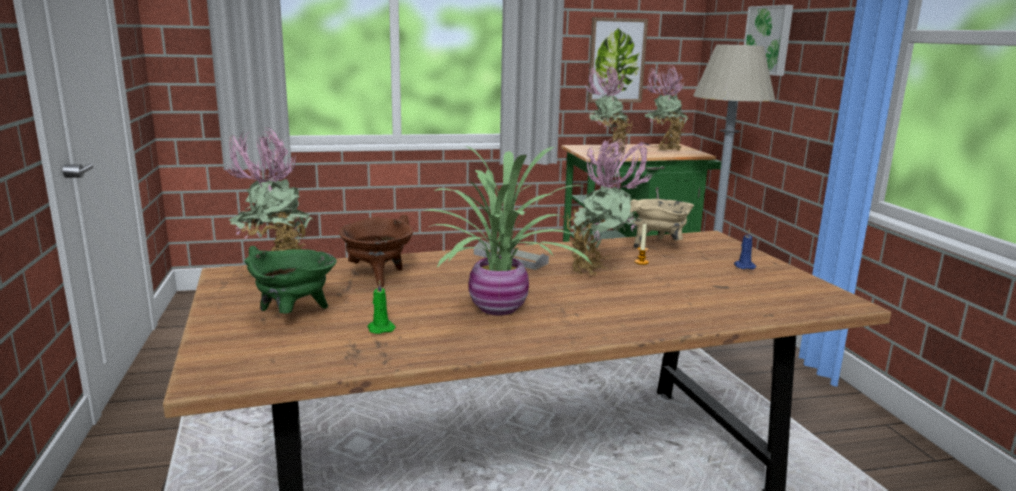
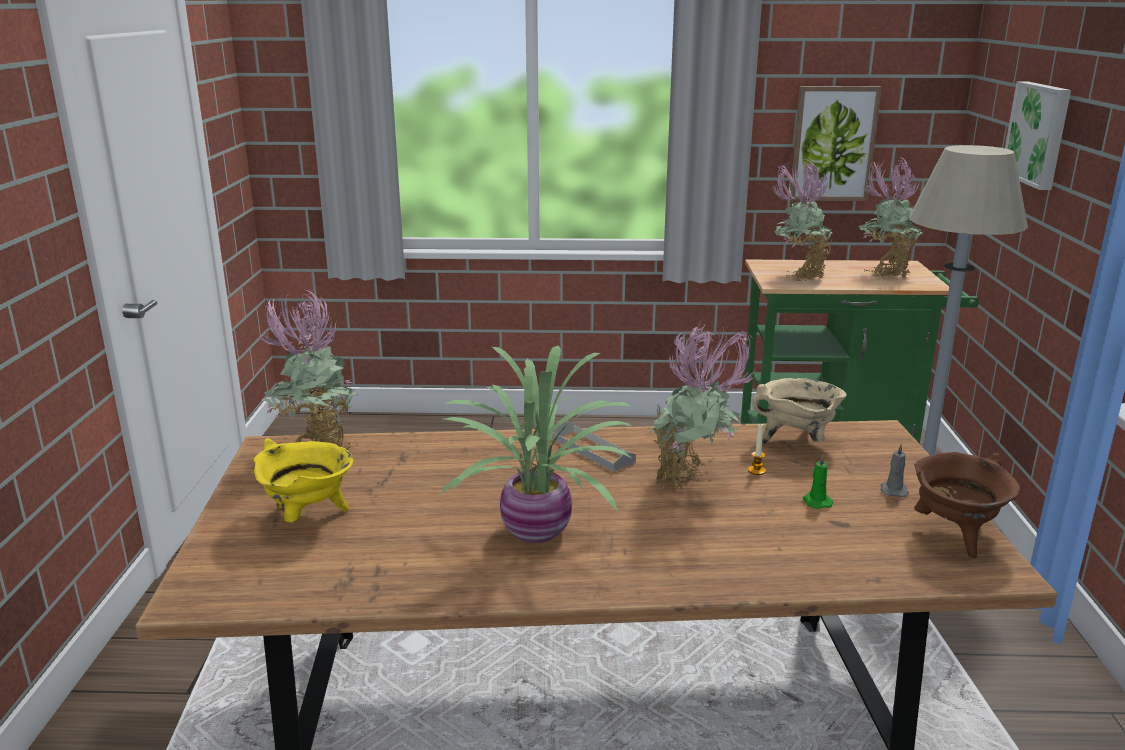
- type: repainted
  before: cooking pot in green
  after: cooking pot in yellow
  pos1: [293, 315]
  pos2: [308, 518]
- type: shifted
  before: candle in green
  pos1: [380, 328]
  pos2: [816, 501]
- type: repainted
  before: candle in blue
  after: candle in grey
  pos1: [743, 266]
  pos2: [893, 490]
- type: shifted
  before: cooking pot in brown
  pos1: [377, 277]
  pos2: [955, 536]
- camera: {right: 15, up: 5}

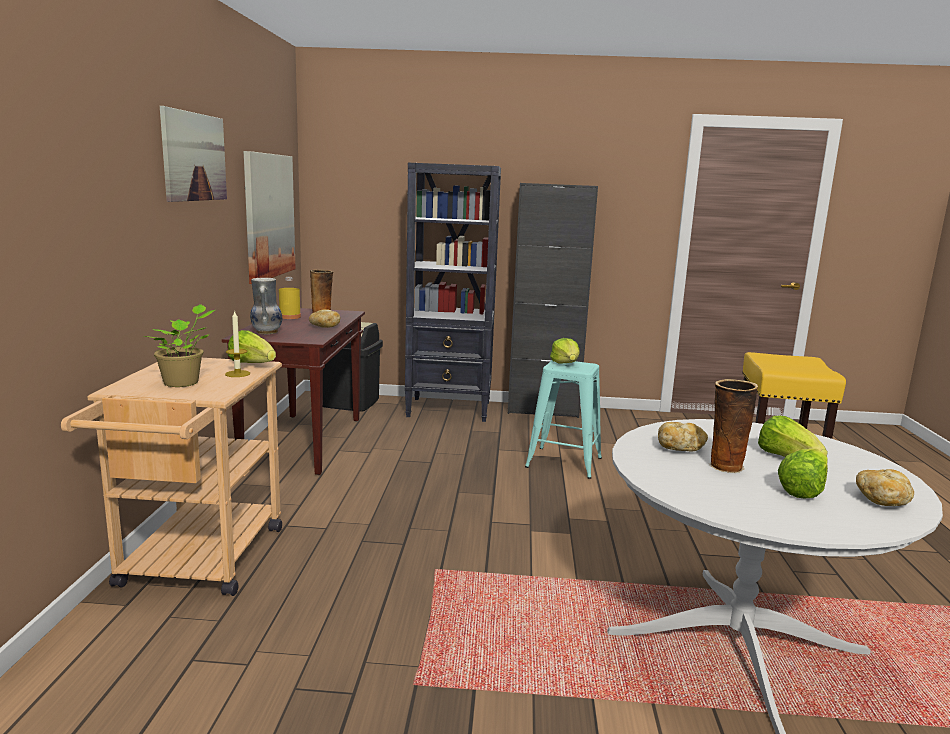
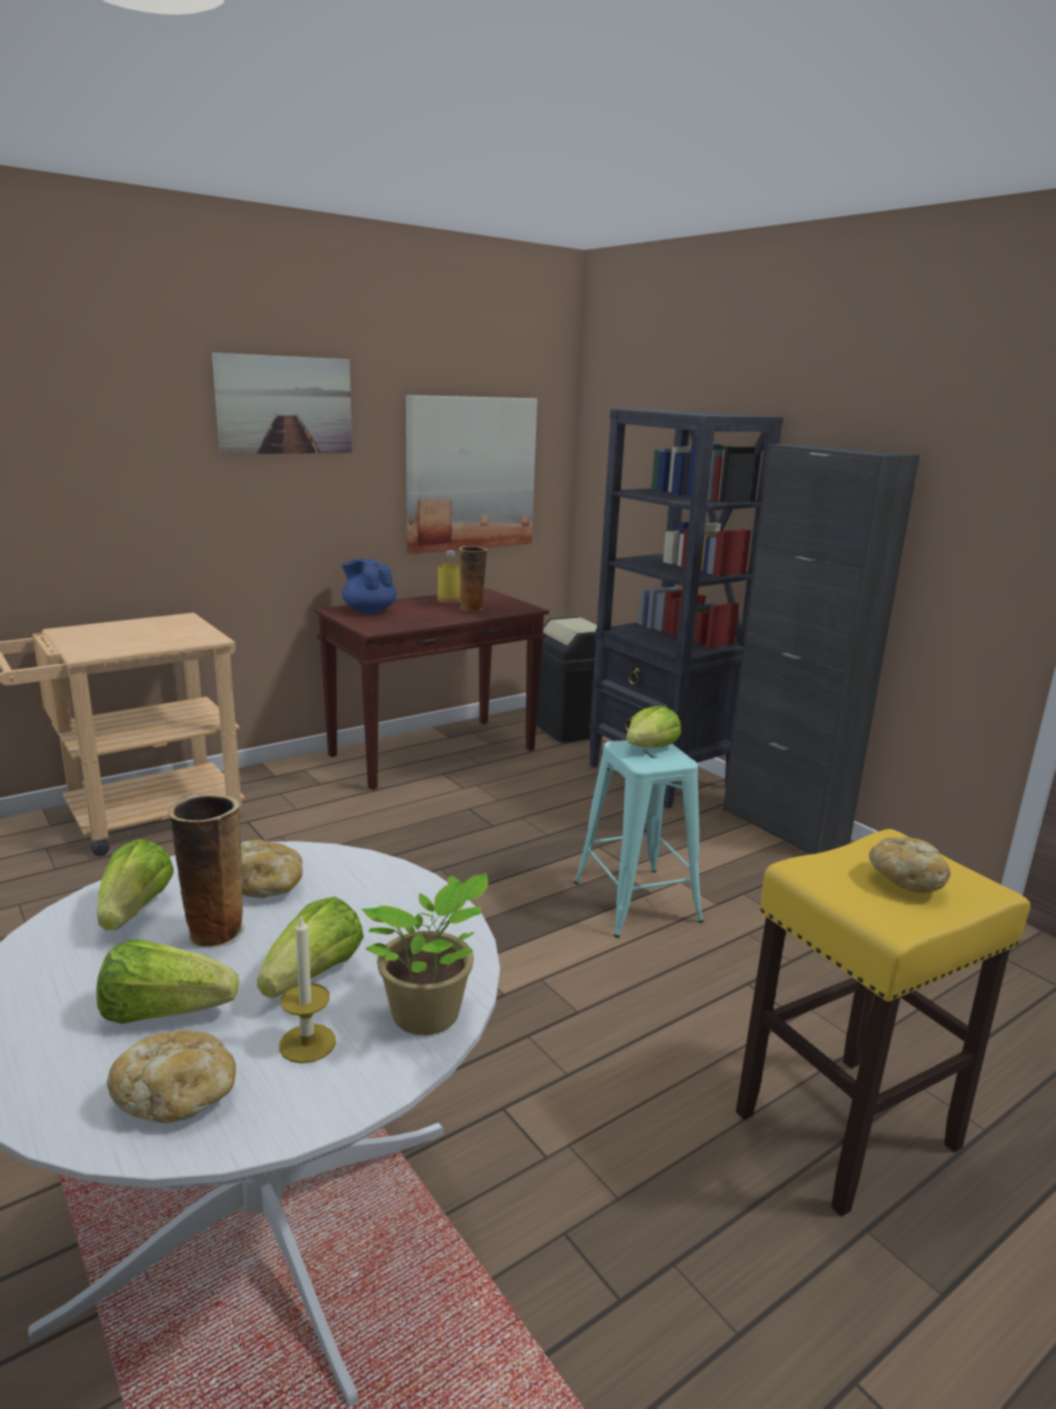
- type: shifted
  before: lettuce
  pos1: [252, 364]
  pos2: [135, 911]
- type: shifted
  before: candle
  pos1: [237, 374]
  pos2: [307, 1043]
- type: swapped
  before: vase
  after: teapot in blue
  pos1: [266, 332]
  pos2: [369, 611]
- type: shifted
  before: potted plant
  pos1: [184, 383]
  pos2: [429, 1017]
- type: shifted
  before: bread
  pos1: [324, 326]
  pos2: [904, 880]
- camera: {right: 50, up: 5}

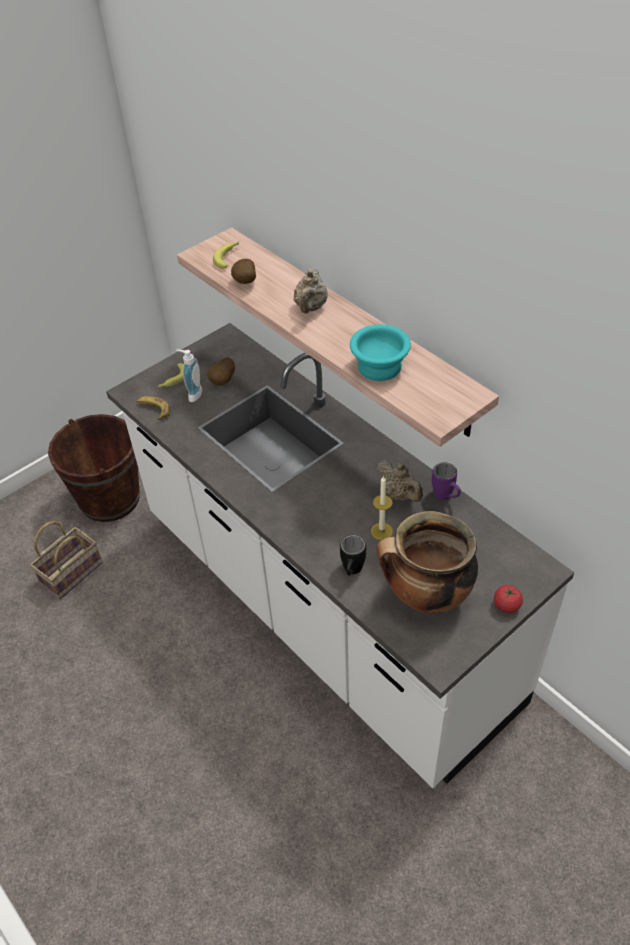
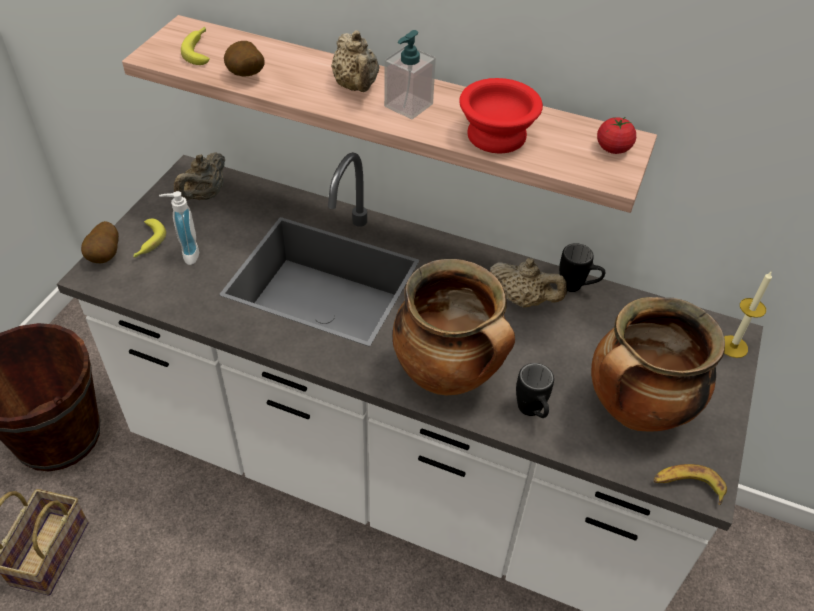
- type: shifted
  before: potato
  pos1: [223, 381]
  pos2: [106, 256]
- type: new
  after: teapot in beige
  pos2: [205, 195]
- type: new
  after: soap dispenser
  pos2: [408, 105]
- type: new
  after: cooking pot
  pos2: [449, 375]
- type: repainted
  before: bowl in turquoise
  after: bowl in red
  pos1: [381, 366]
  pos2: [498, 135]
- type: repainted
  before: mug in purple
  after: mug in black
  pos1: [446, 497]
  pos2: [577, 287]
- type: shifted
  before: tomato
  pos1: [506, 605]
  pos2: [613, 148]
- type: shifted
  before: banana
  pos1: [153, 409]
  pos2: [687, 486]
- type: shifted
  before: candle
  pos1: [381, 531]
  pos2: [733, 346]
- camera: {right: -30, up: 0}

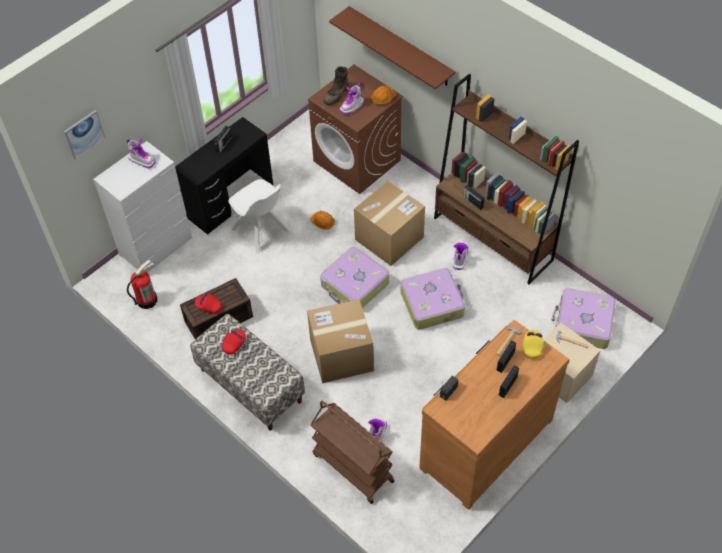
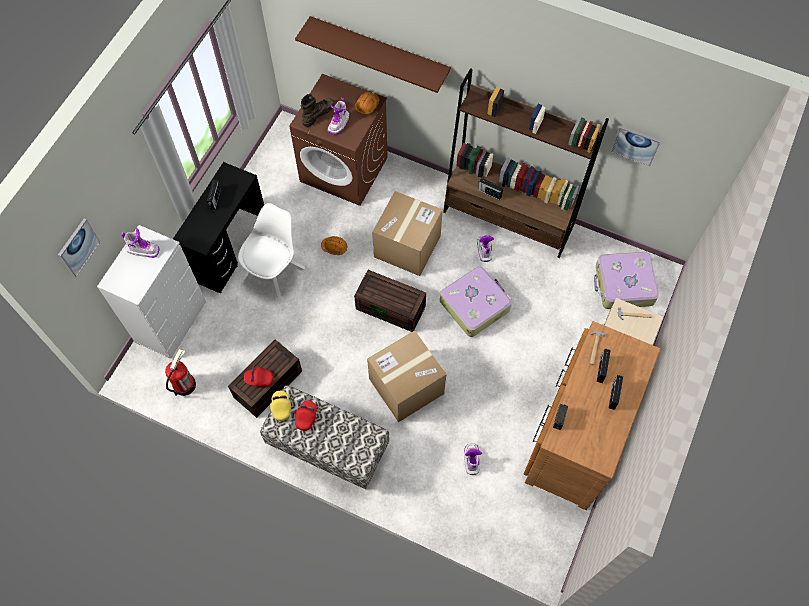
- type: rotated
  before: chair in white
  pos1: [261, 231]
  pos2: [275, 274]
  turn: -90
- type: shifted
  before: cap in yellow
  pos1: [532, 347]
  pos2: [281, 407]
- type: rotated
  before: boot in brown
  pos1: [336, 95]
  pos2: [317, 114]
  turn: -150
- type: swapped
  before: suitcase
  after: storage box in brown
  pos1: [354, 285]
  pos2: [392, 307]
- type: new
  after: picture
  pos2: [636, 145]
- type: gone
  before: cart in brown
  pos1: [352, 467]
- camera: {right: -20, up: 10}

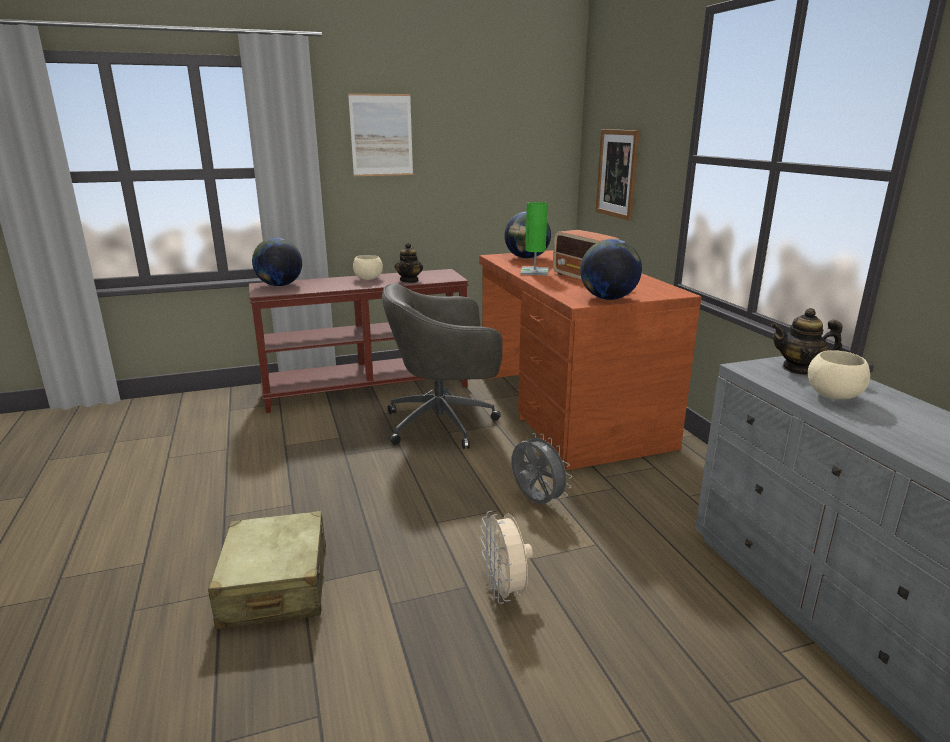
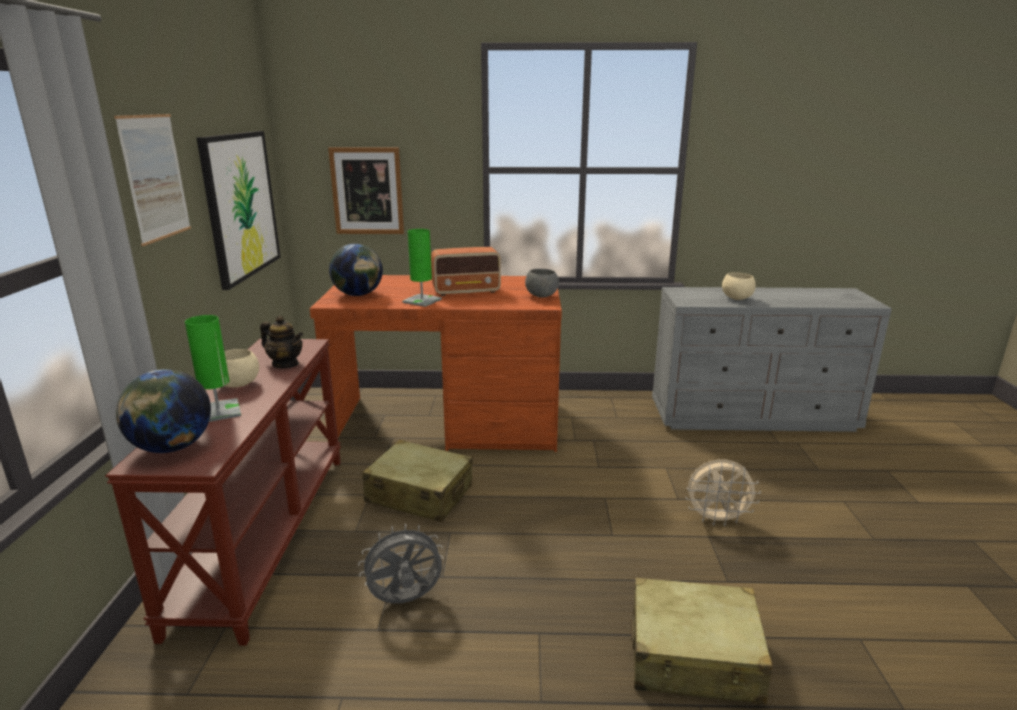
- type: new
  after: table lamp in green
  pos2: [218, 412]
- type: new
  after: picture
  pos2: [240, 205]
- type: shifted
  before: fan in grey
  pos1: [536, 501]
  pos2: [405, 601]
- type: swapped
  before: office chair in grey
  after: suitcase in beige
  pos1: [444, 423]
  pos2: [419, 494]
- type: swapped
  before: globe
  after: bowl in grey
  pos1: [608, 298]
  pos2: [541, 296]
- type: gone
  before: teapot
  pos1: [799, 369]
- camera: {right: -70, up: 0}

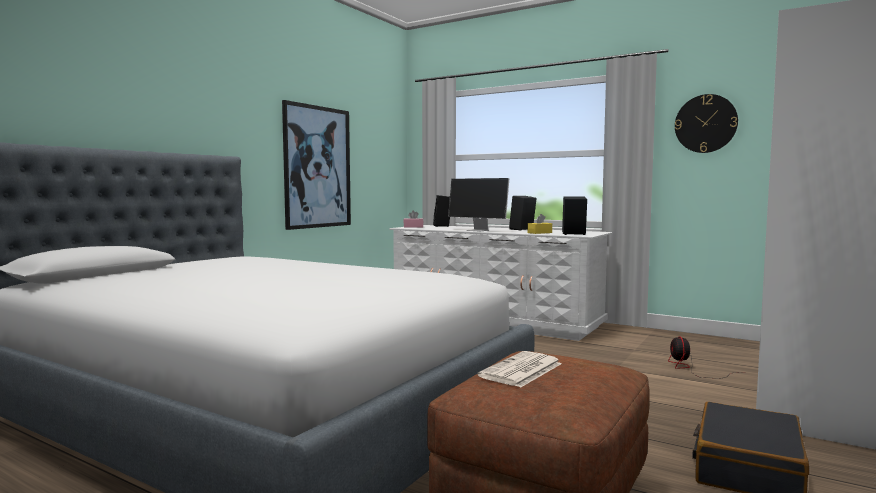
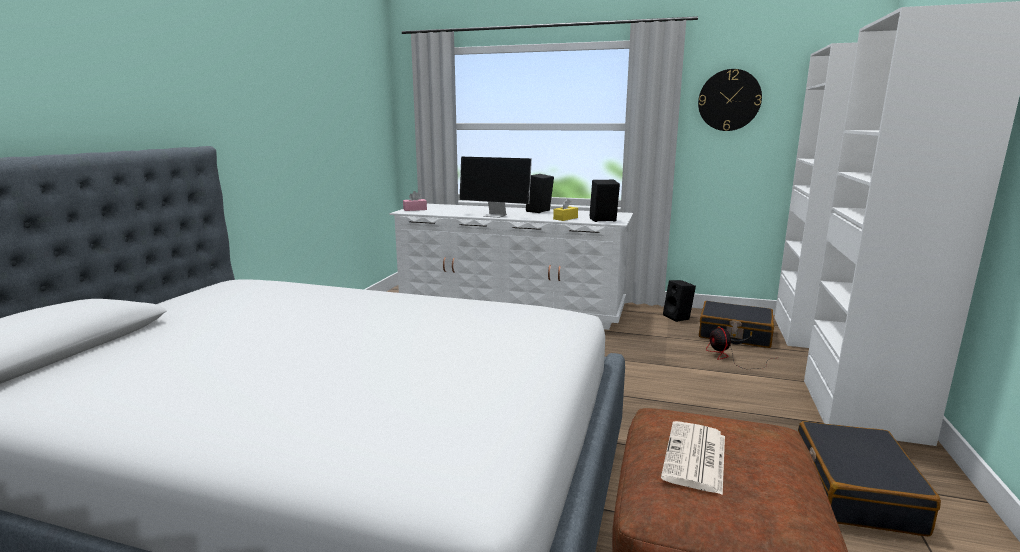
- type: shifted
  before: speaker in black
  pos1: [443, 226]
  pos2: [678, 317]
- type: new
  after: suitcase in black
  pos2: [734, 334]
- type: gone
  before: picture
  pos1: [317, 167]
- camera: {right: -15, up: 10}

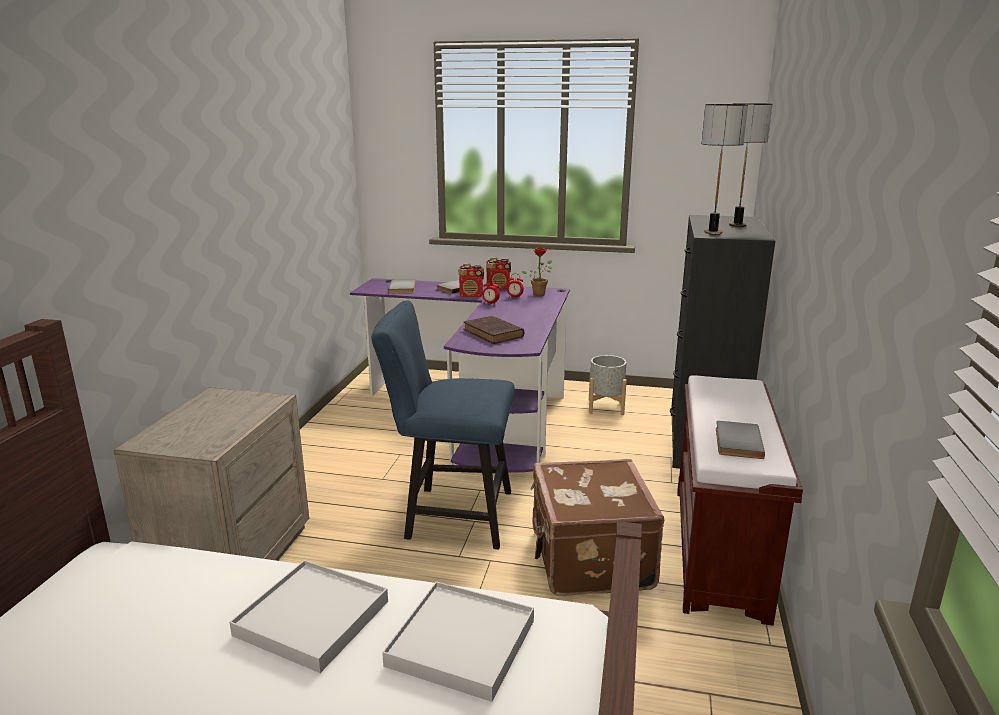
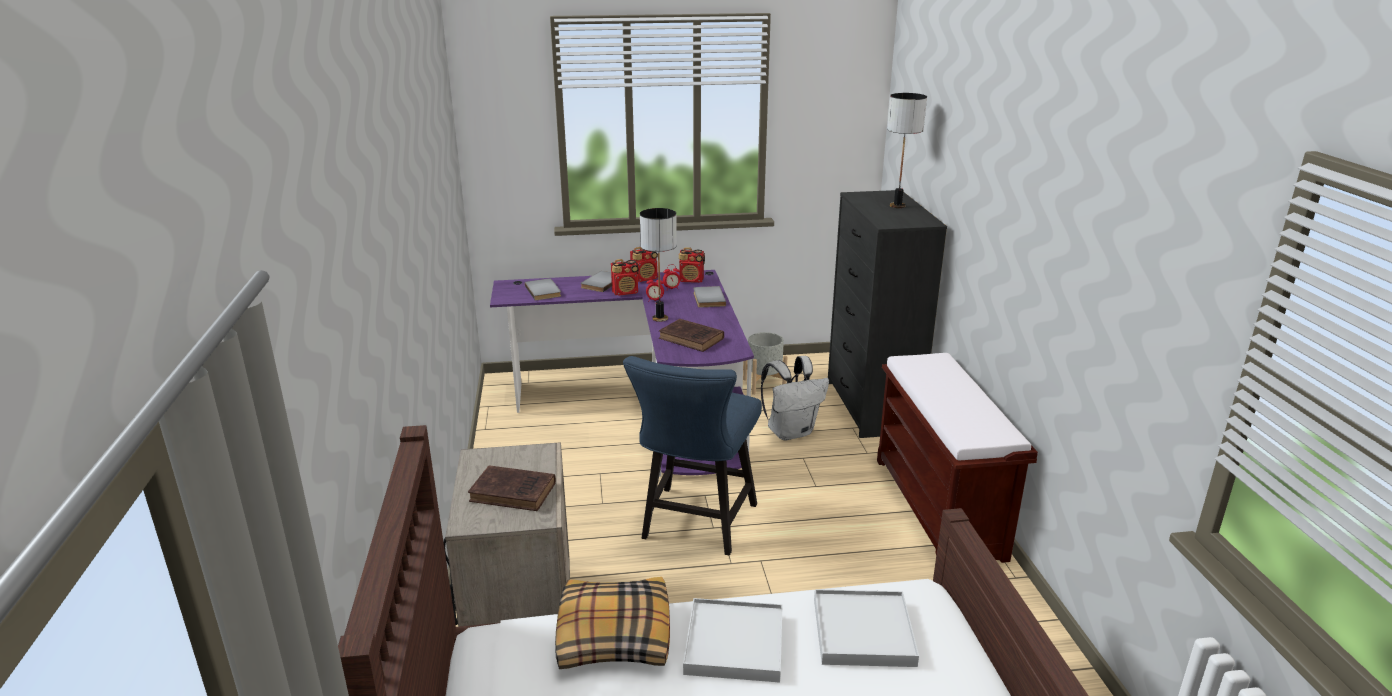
- type: new
  after: book in brown
  pos2: [515, 492]
- type: new
  after: pillow
  pos2: [613, 635]
- type: rotated
  before: chair in blue
  pos1: [450, 515]
  pos2: [695, 526]
  turn: -60
- type: shifted
  before: table lamp
  pos1: [713, 232]
  pos2: [659, 318]
- type: swapped
  before: potted plant
  after: radio
  pos1: [539, 293]
  pos2: [691, 280]
- type: shifted
  before: book in grey
  pos1: [736, 442]
  pos2: [707, 299]
- type: new
  after: backpack in white
  pos2: [791, 432]
- type: gone
  before: suitcase in brown
  pos1: [588, 559]
- camera: {right: -20, up: 5}

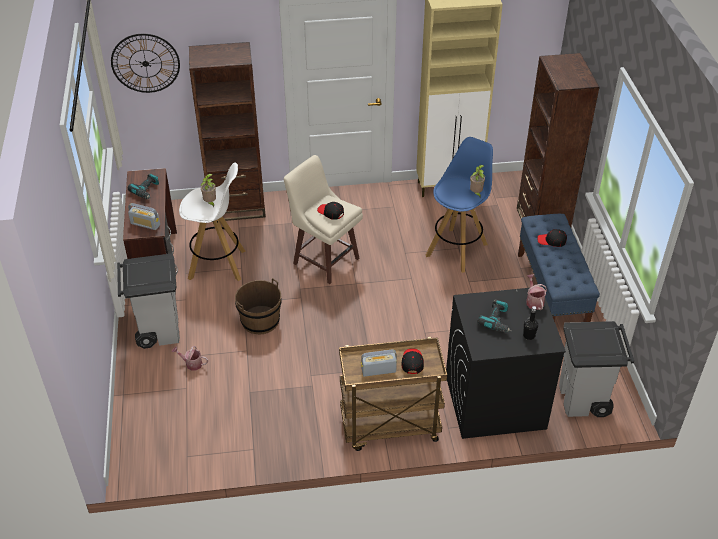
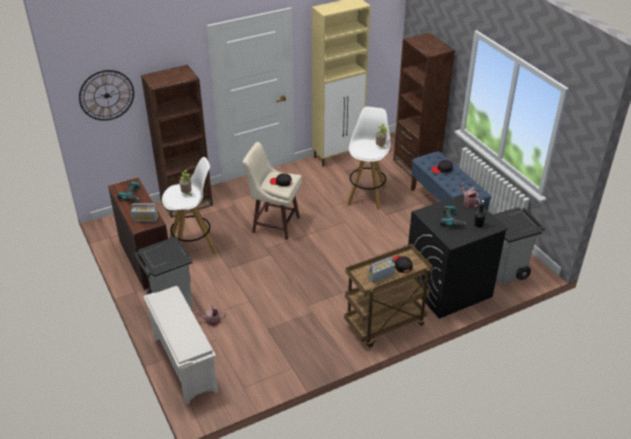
- type: new
  after: shoe rack in white
  pos2: [183, 363]
- type: repainted
  before: stool in blue
  after: stool in white
  pos1: [457, 249]
  pos2: [367, 195]
- type: gone
  before: bucket in brown
  pos1: [260, 320]
- camera: {right: -20, up: -5}

